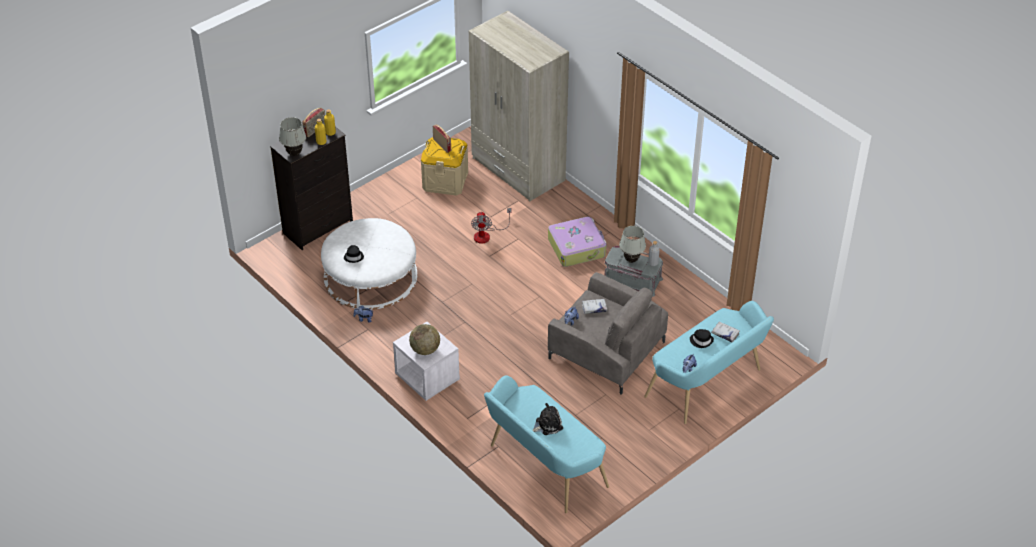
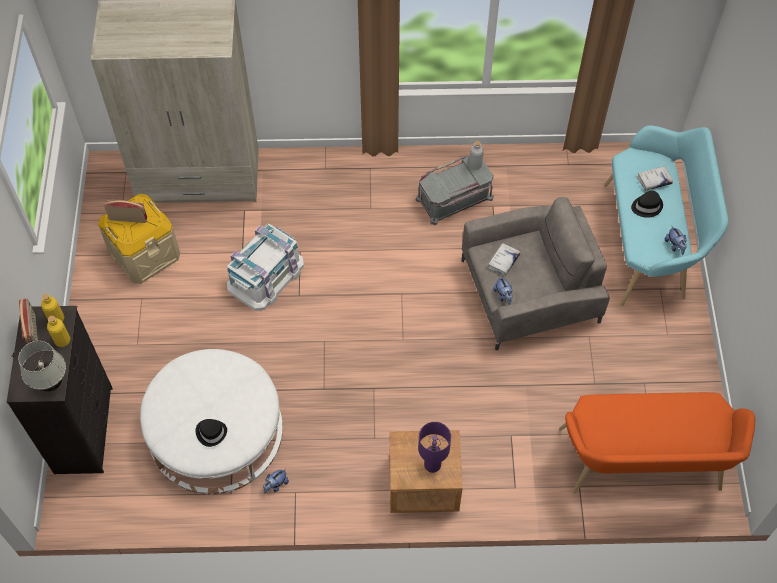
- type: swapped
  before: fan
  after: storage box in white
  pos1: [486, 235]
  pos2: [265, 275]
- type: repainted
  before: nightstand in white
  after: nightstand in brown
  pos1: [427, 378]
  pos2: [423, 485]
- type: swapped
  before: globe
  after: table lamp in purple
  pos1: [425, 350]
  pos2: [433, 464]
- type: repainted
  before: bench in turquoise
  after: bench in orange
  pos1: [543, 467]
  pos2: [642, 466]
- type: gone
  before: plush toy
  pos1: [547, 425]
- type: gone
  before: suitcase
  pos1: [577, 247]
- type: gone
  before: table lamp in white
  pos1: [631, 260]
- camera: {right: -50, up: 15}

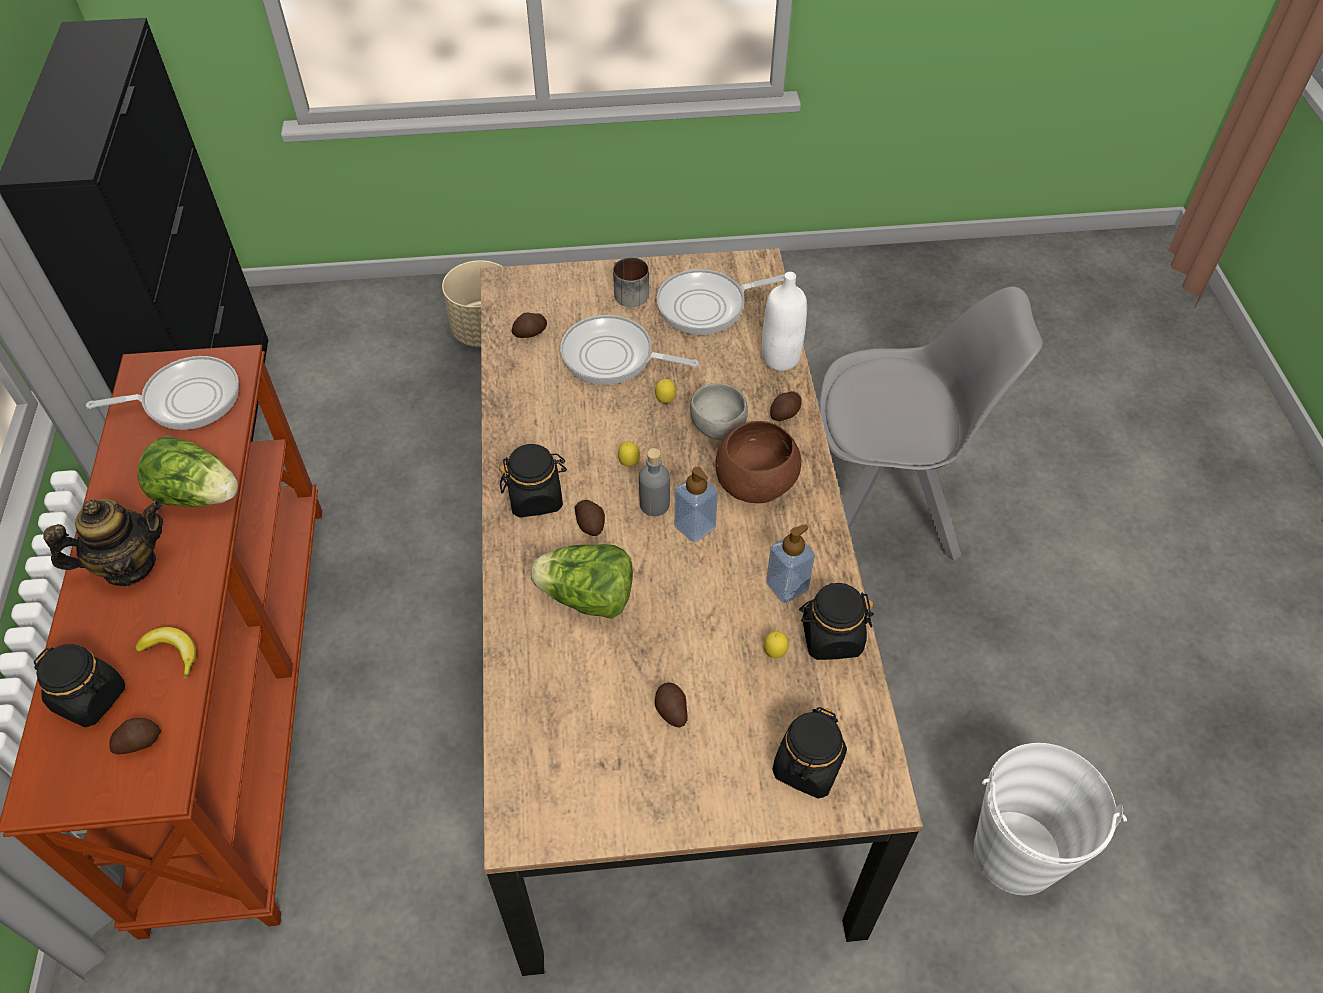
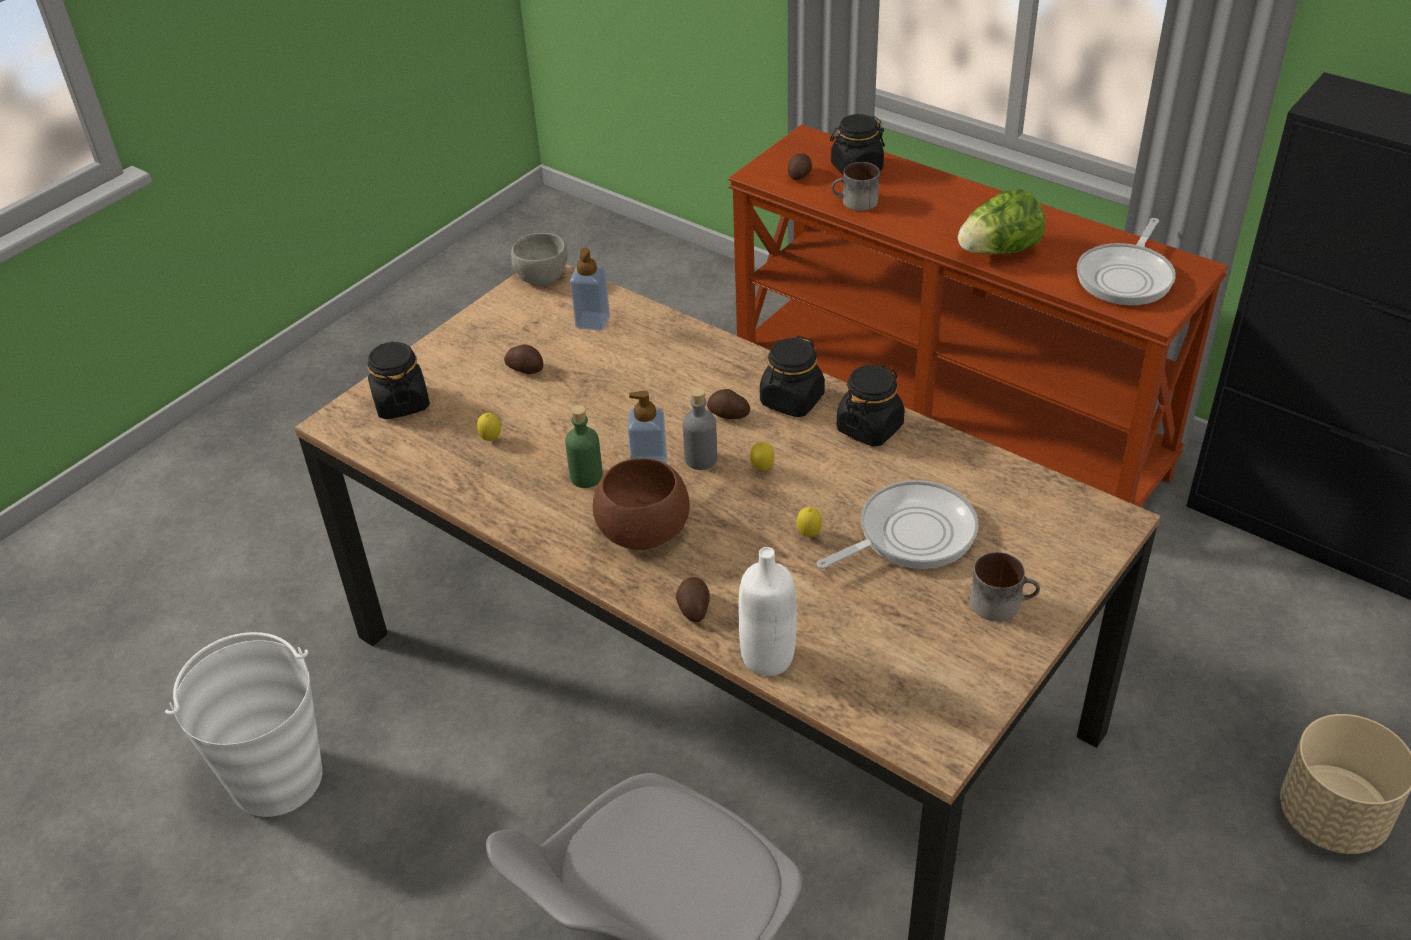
- type: shifted
  before: bowl in grey
  pos1: [717, 429]
  pos2: [541, 276]
- type: new
  after: bottle in green
  pos2: [586, 477]
- type: shifted
  before: soap dispenser
  pos1: [787, 586]
  pos2: [592, 321]
- type: swapped
  before: banana
  after: mug
  pos1: [172, 652]
  pos2: [855, 202]
- type: shifted
  before: jar in black
  pos1: [831, 637]
  pos2: [870, 428]
- type: gone
  before: teapot
  pos1: [129, 565]
- type: gone
  before: potato
  pos1: [530, 333]
- type: gone
  before: lettuce
  pos1: [587, 598]
- type: gone
  before: frying pan
  pos1: [707, 306]
- camera: {right: 135, up: -10}

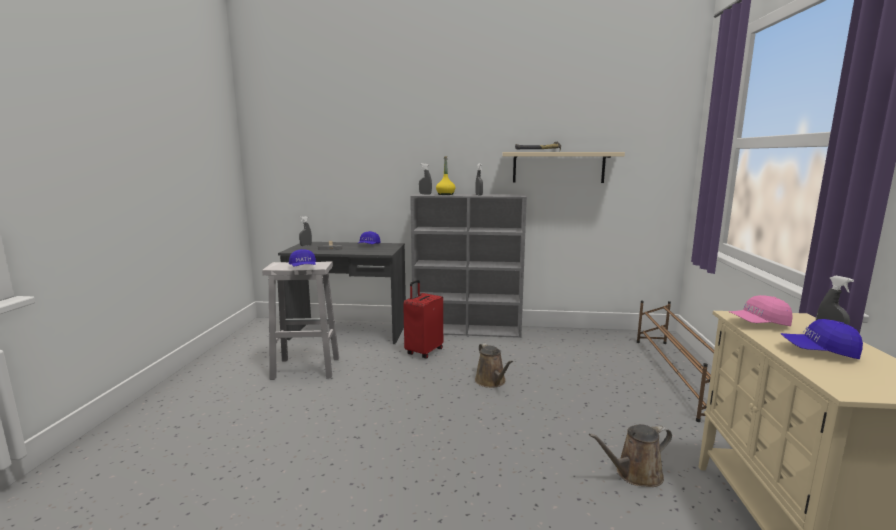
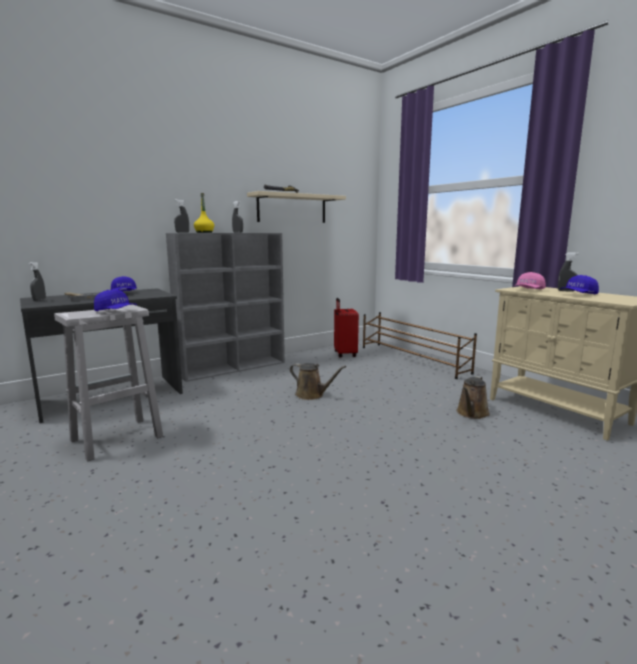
- type: shifted
  before: suitcase in red
  pos1: [423, 351]
  pos2: [344, 354]
- camera: {right: -40, up: 0}

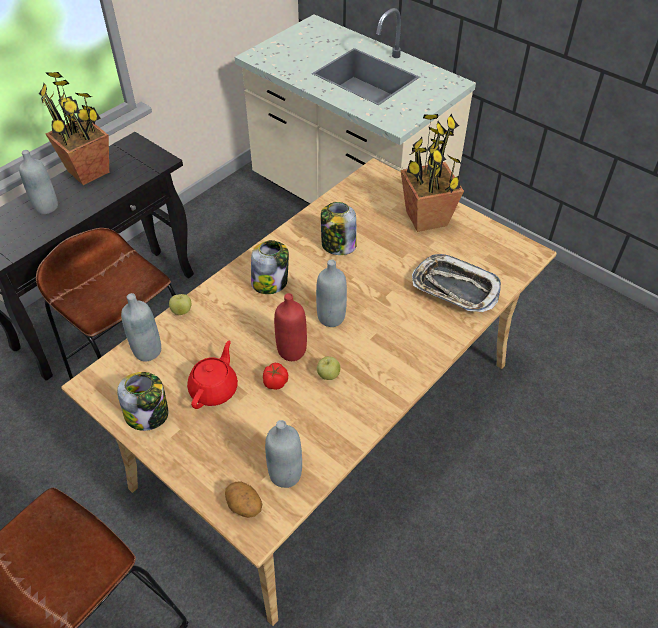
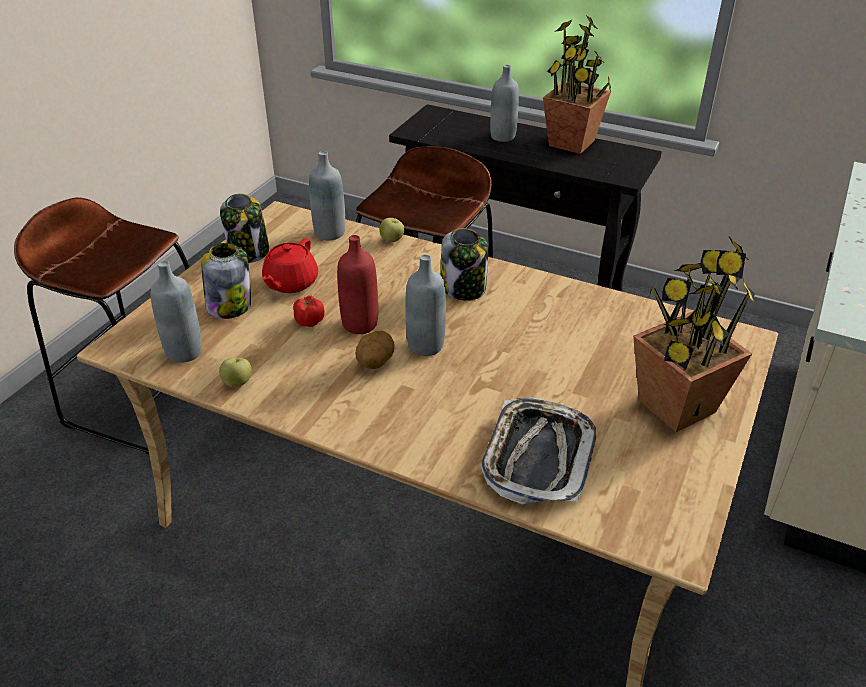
- type: shifted
  before: jar
  pos1: [338, 245]
  pos2: [229, 305]
- type: shifted
  before: apple
  pos1: [328, 375]
  pos2: [238, 383]
- type: rotated
  before: teapot in red
  pos1: [214, 389]
  pos2: [290, 283]
  turn: 105
- type: shifted
  before: potato
  pos1: [244, 507]
  pos2: [375, 363]
- camera: {right: 75, up: -10}

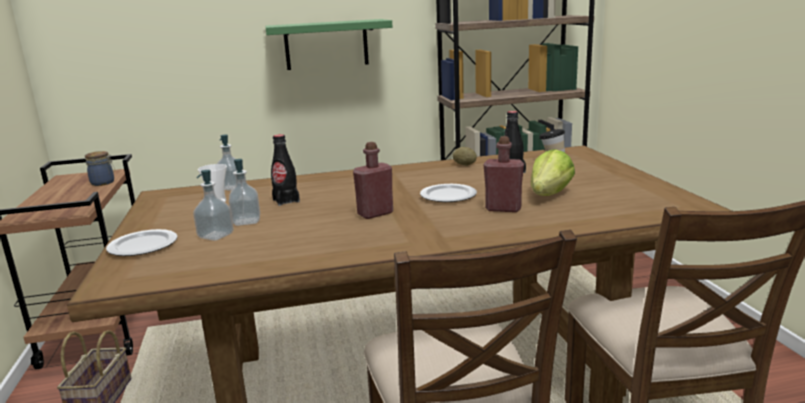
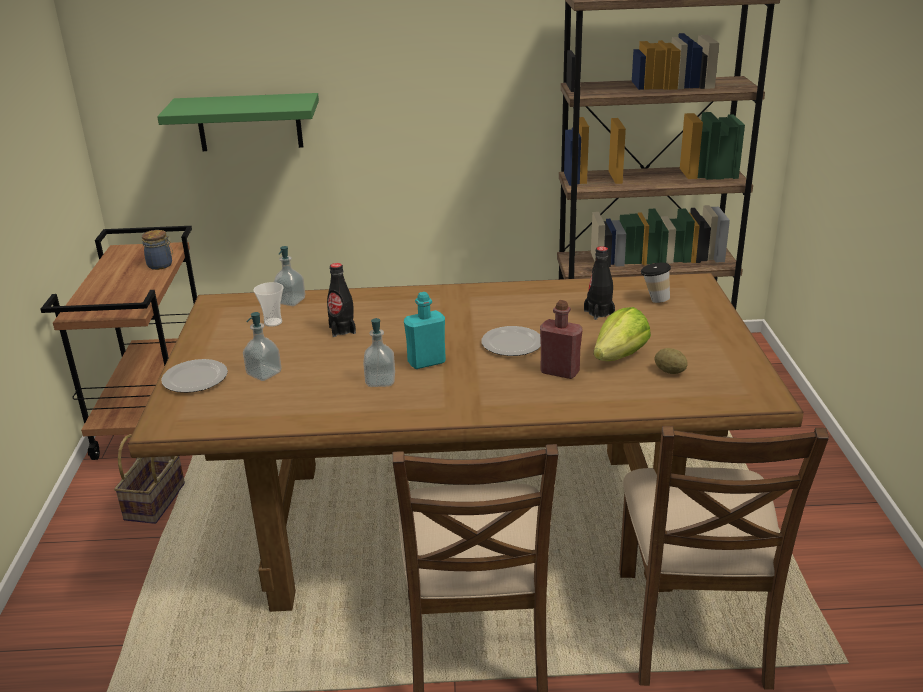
- type: shifted
  before: shelf in green
  pos1: [326, 44]
  pos2: [249, 122]
- type: shifted
  before: soap dispenser
  pos1: [246, 221]
  pos2: [380, 381]
- type: repainted
  before: bottle in red
  after: bottle in turquoise
  pos1: [375, 213]
  pos2: [426, 362]
- type: shifted
  before: potato
  pos1: [464, 165]
  pos2: [670, 371]
- camera: {right: 10, up: 10}

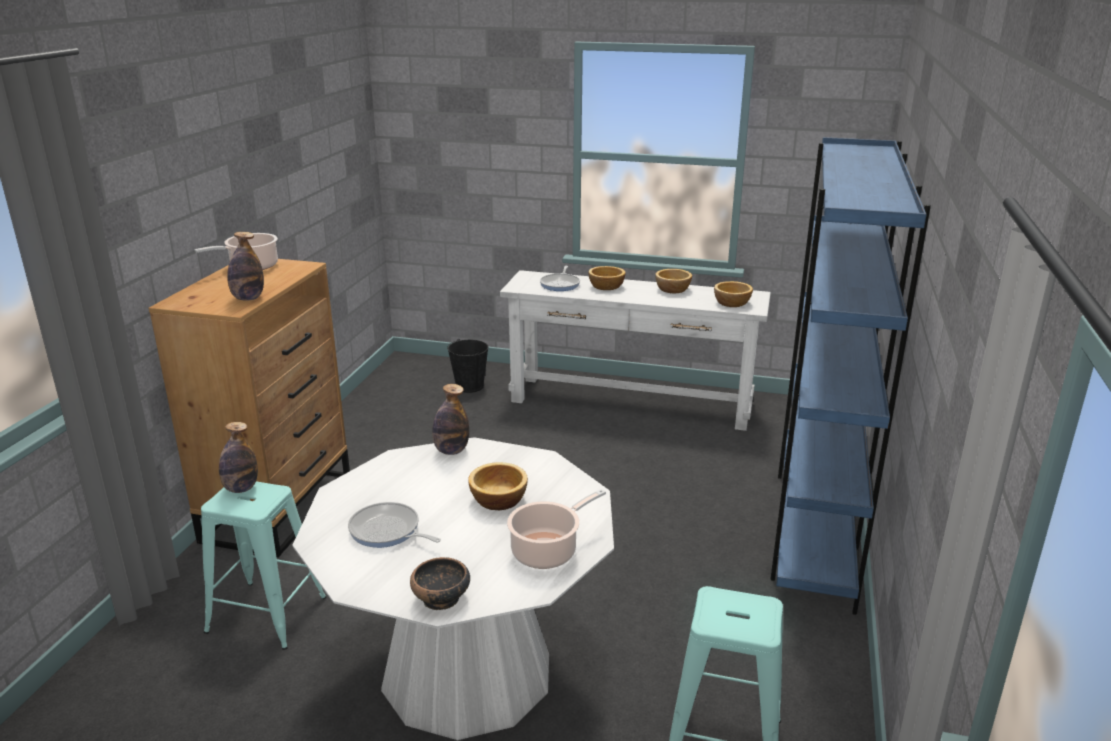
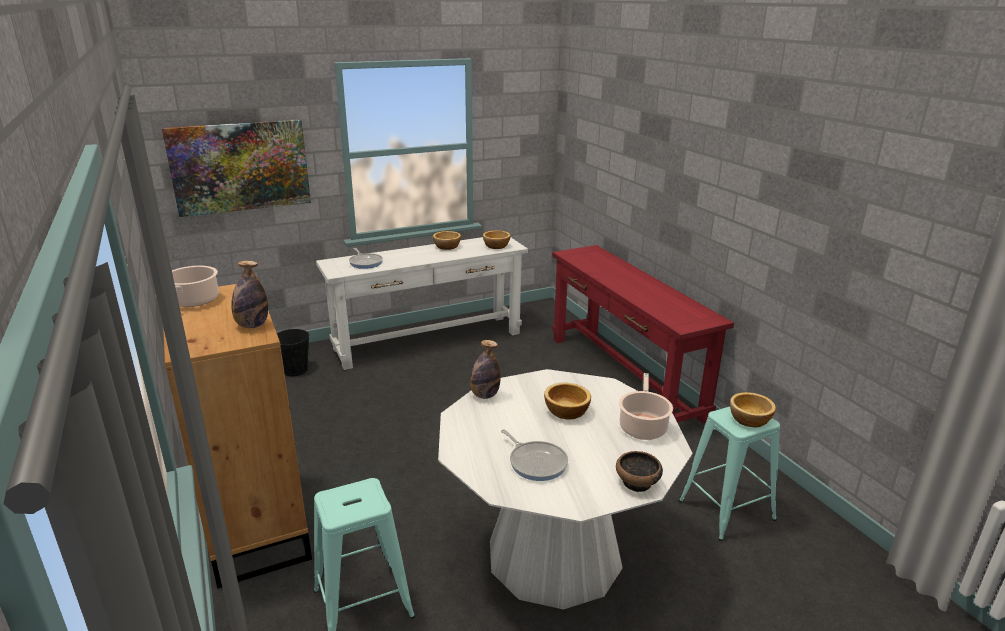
- type: new
  after: picture
  pos2: [240, 167]
- type: rotated
  before: frying pan
  pos1: [387, 531]
  pos2: [536, 462]
  turn: -120
- type: swapped
  before: bookcase in blue
  after: console table in red
  pos1: [813, 530]
  pos2: [623, 376]
- type: shifted
  before: bowl
  pos1: [606, 287]
  pos2: [750, 420]
- type: gone
  before: bottle
  pos1: [241, 488]
- camera: {right: -40, up: 0}

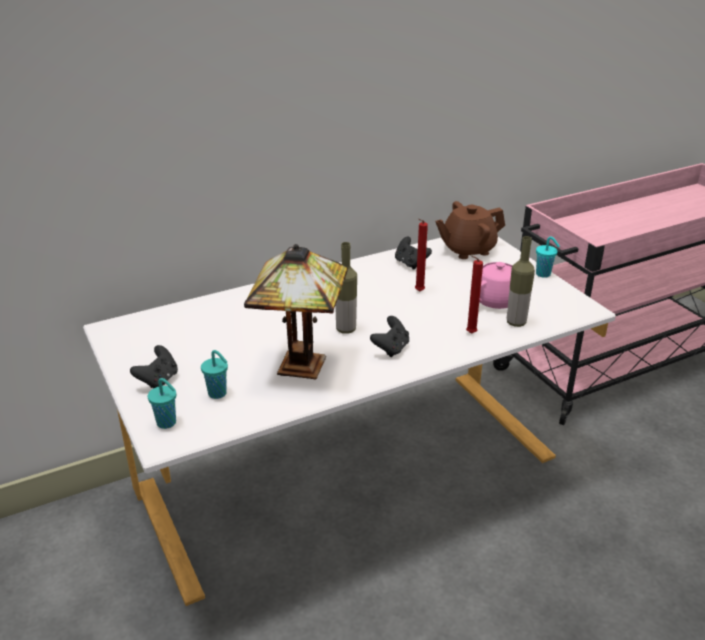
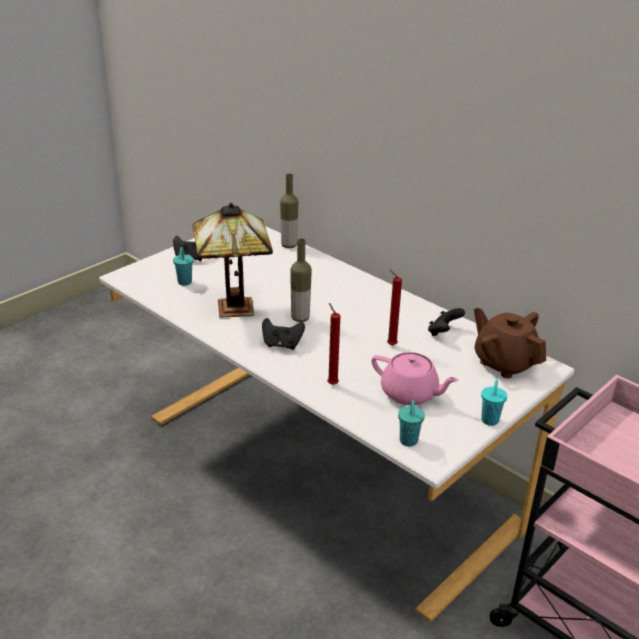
- type: shifted
  before: bottle
  pos1: [516, 322]
  pos2: [289, 245]
- type: shifted
  before: cup in turquoise
  pos1: [167, 423]
  pos2: [408, 441]
- camera: {right: 70, up: 0}

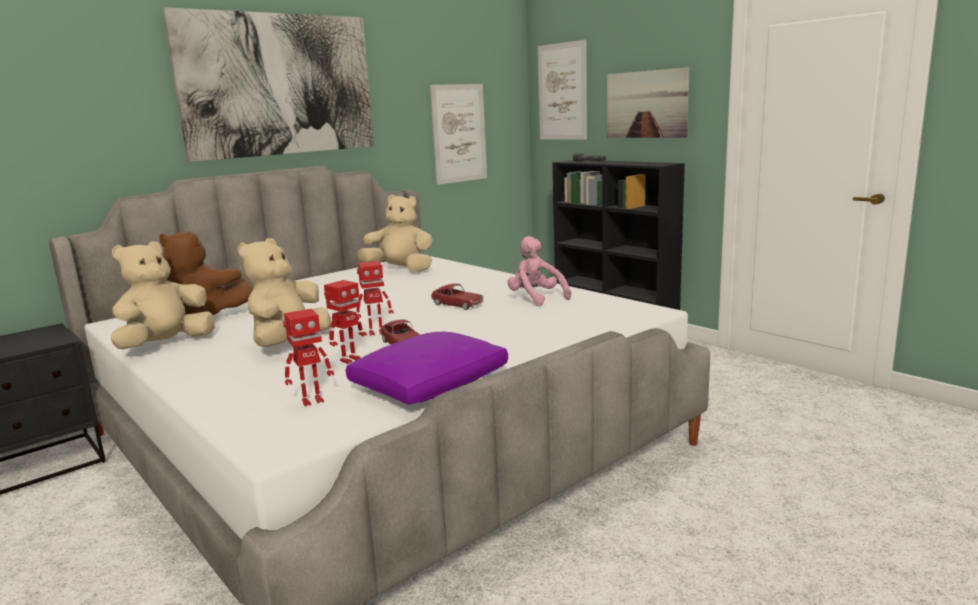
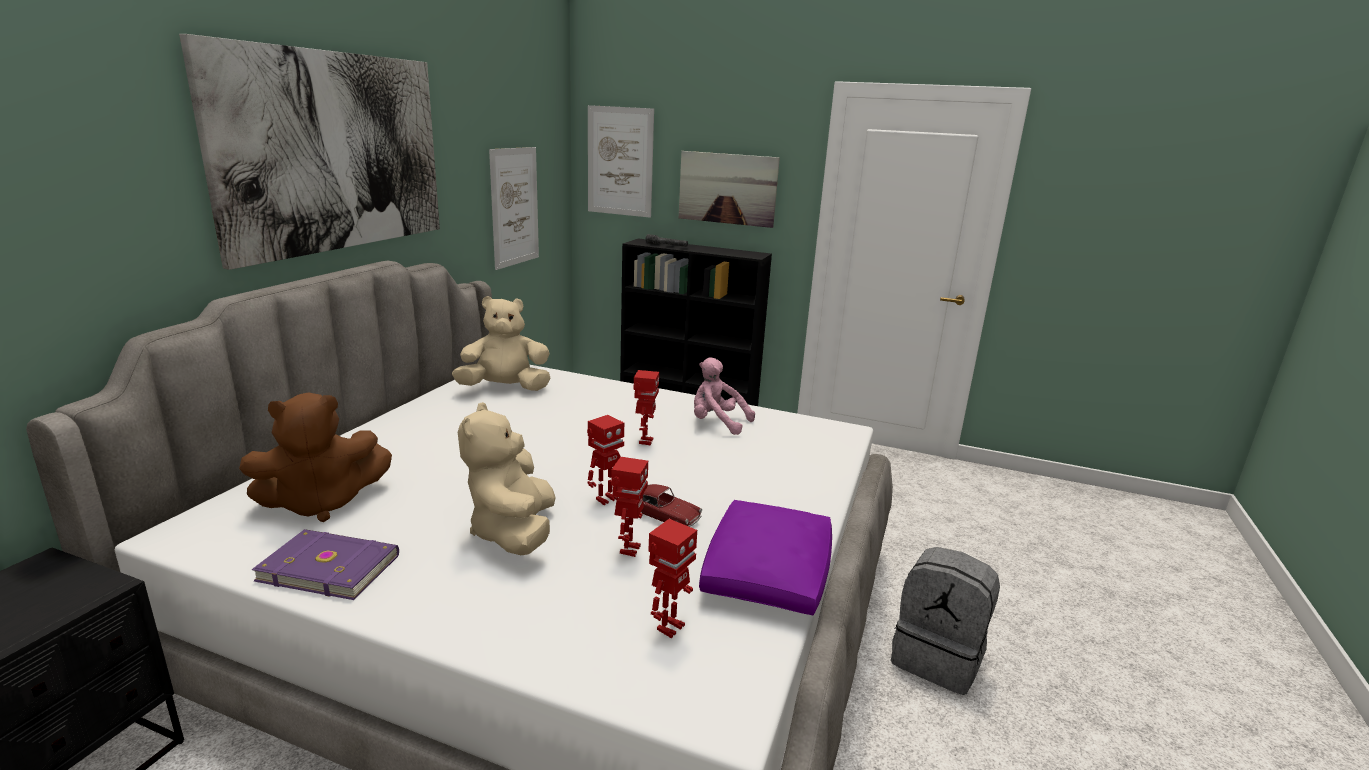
- type: swapped
  before: plush toy in beige
  after: book in purple
  pos1: [165, 345]
  pos2: [330, 566]
- type: swapped
  before: toy car
  after: toy robot
  pos1: [457, 304]
  pos2: [645, 441]
- type: new
  after: backpack in grey
  pos2: [937, 659]
- camera: {right: -30, up: 5}

